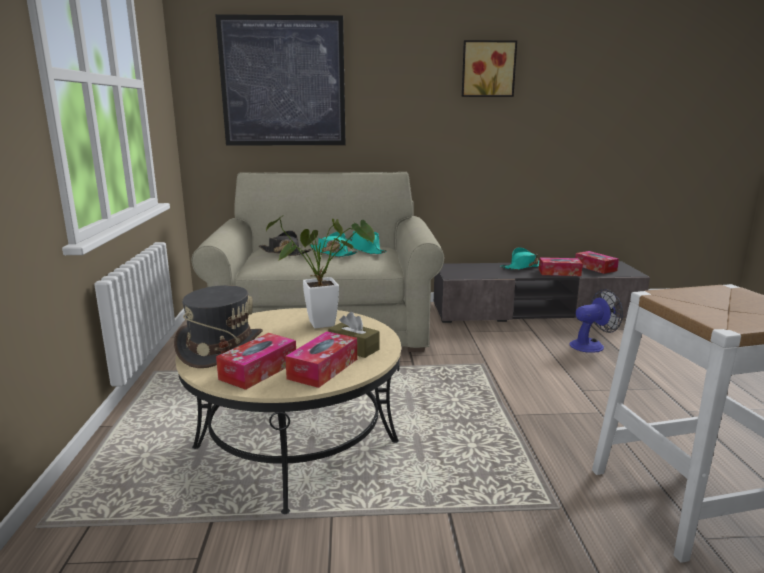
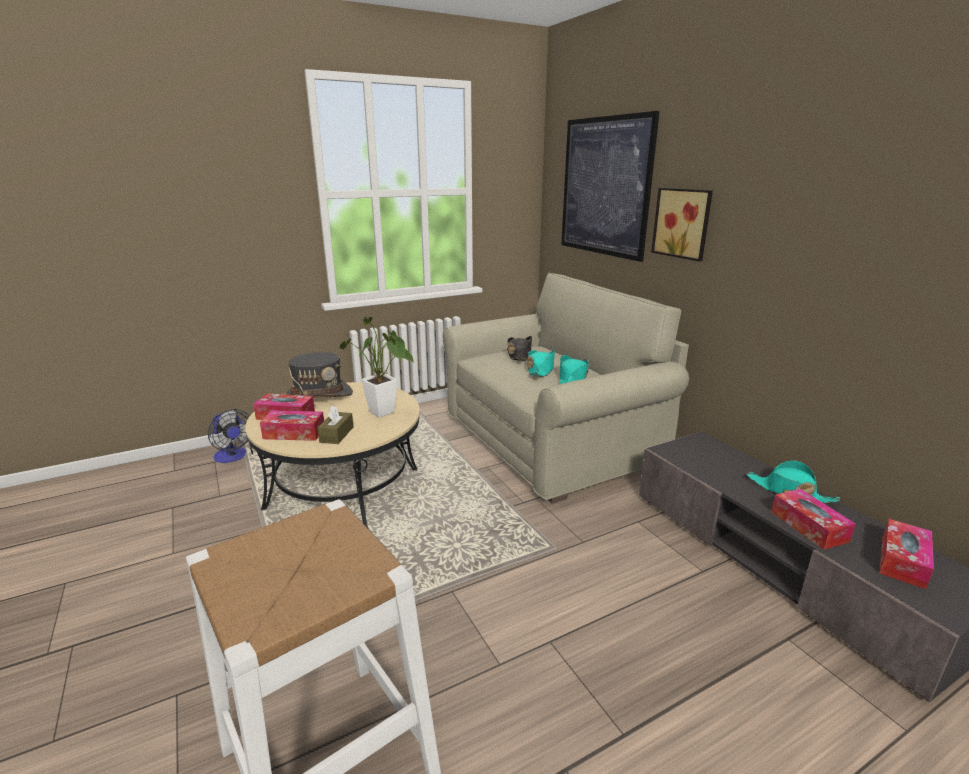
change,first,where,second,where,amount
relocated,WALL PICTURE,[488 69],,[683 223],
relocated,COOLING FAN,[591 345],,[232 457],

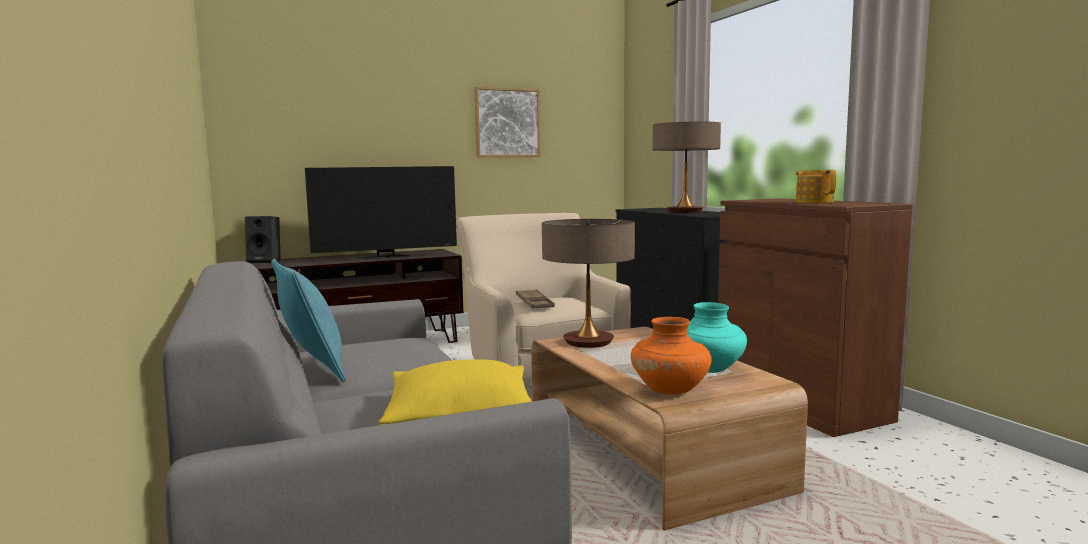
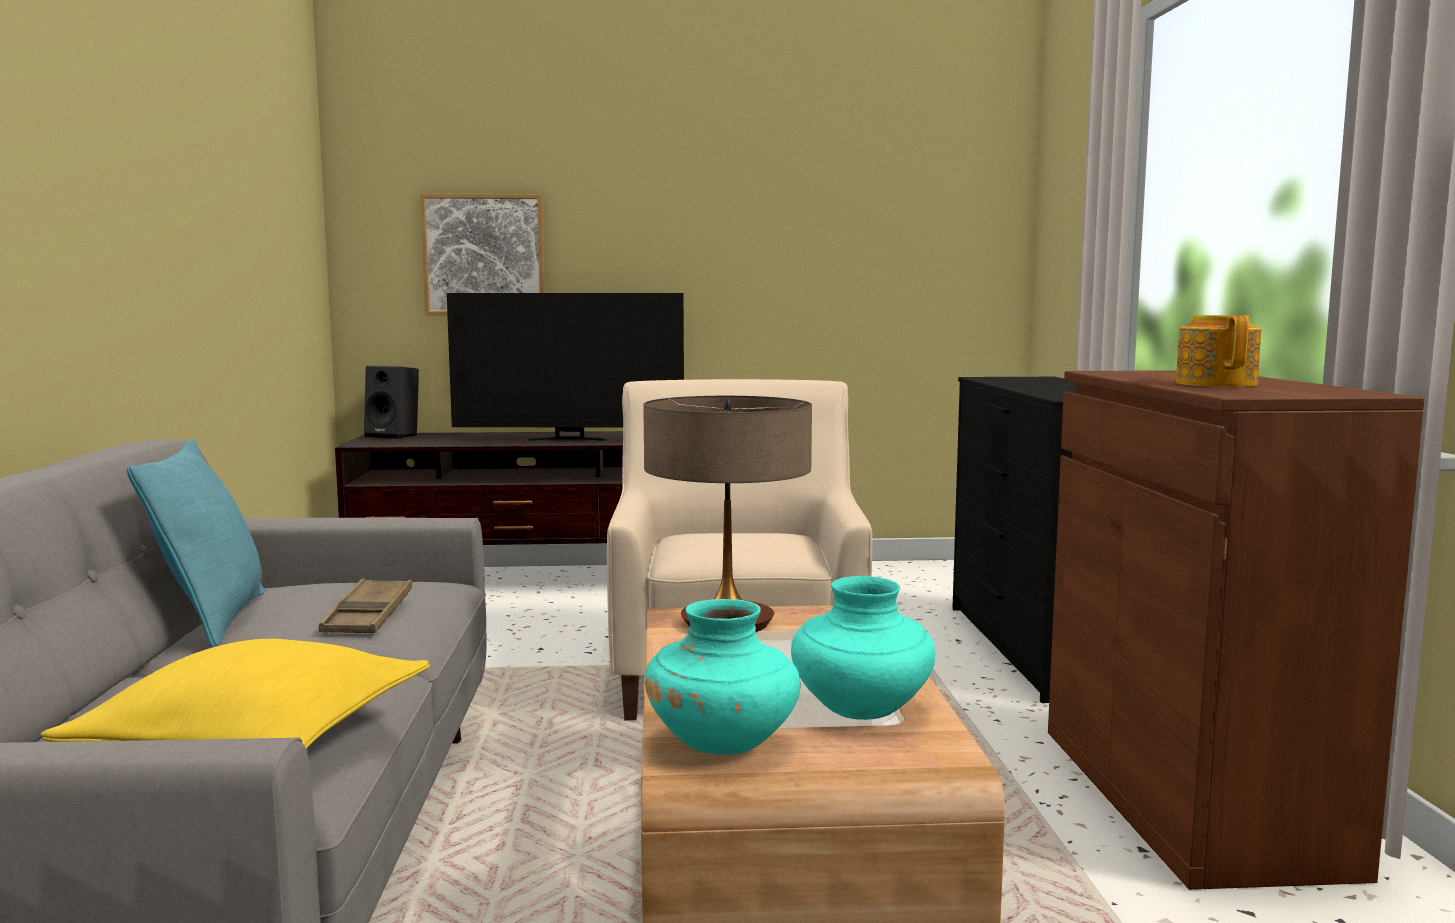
change,first,where,second,where,amount
relocated,WALL PICTURE,[507 123],,[484 255],
missing,LAMP FOR A TABLE,[685 211],,,
relocated,BROWN-COLOURED CARRYING TRAY,[534 303],,[368 616],
colour,ORANGE VASE,[670 390],TURQUOISE VASE,[723 744],

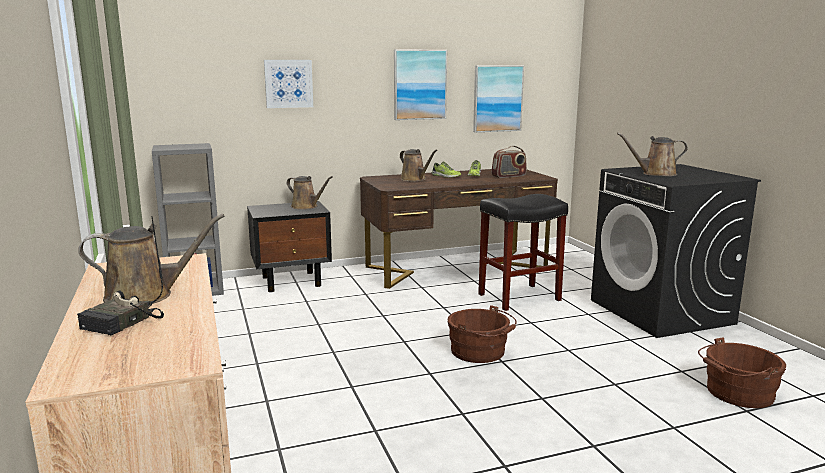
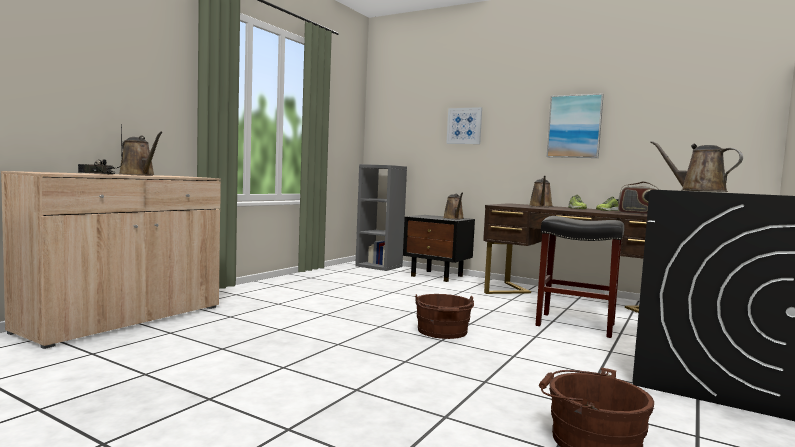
change,first,where,second,where,amount
missing,WALL PICTURE,[497 98],,,

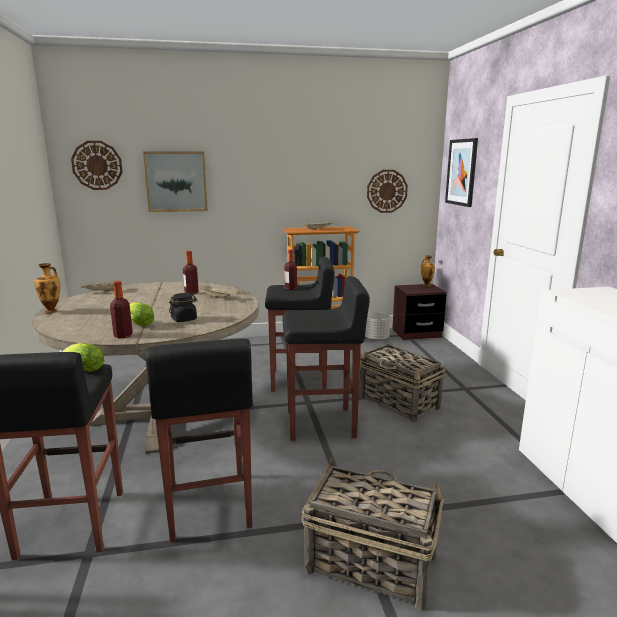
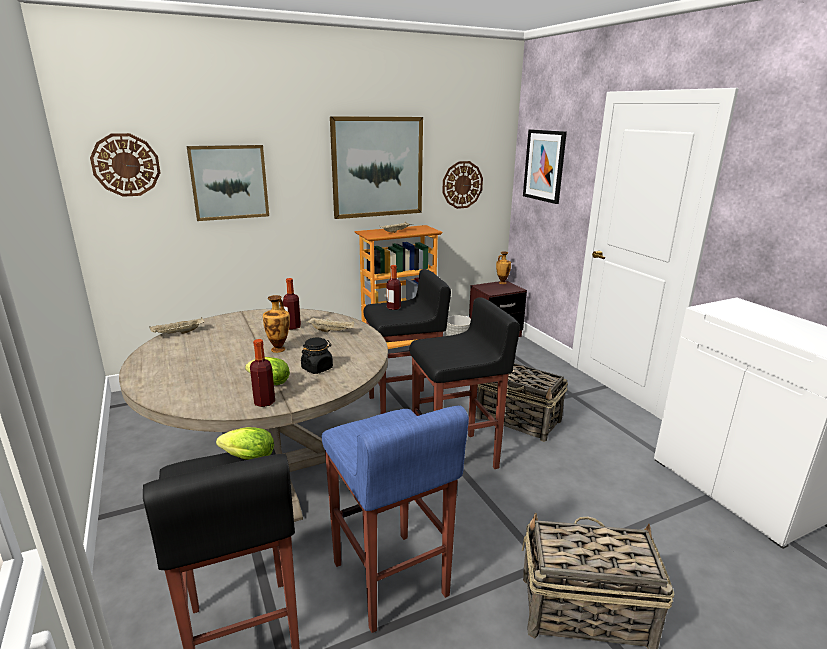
change,first,where,second,where,amount
relocated,VASE,[52 311],,[279 349],
colour,BLACK STOOL SEAT,[207 507],BLUE STOOL SEAT,[389 580],
appeared,,,WALL PICTURE,[377 167],

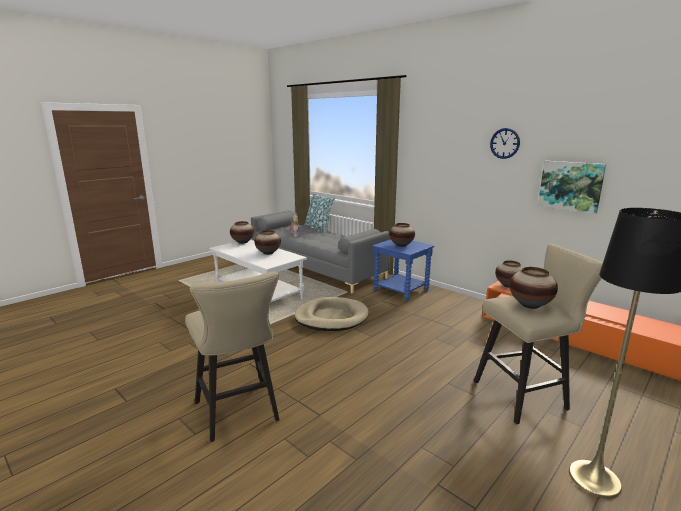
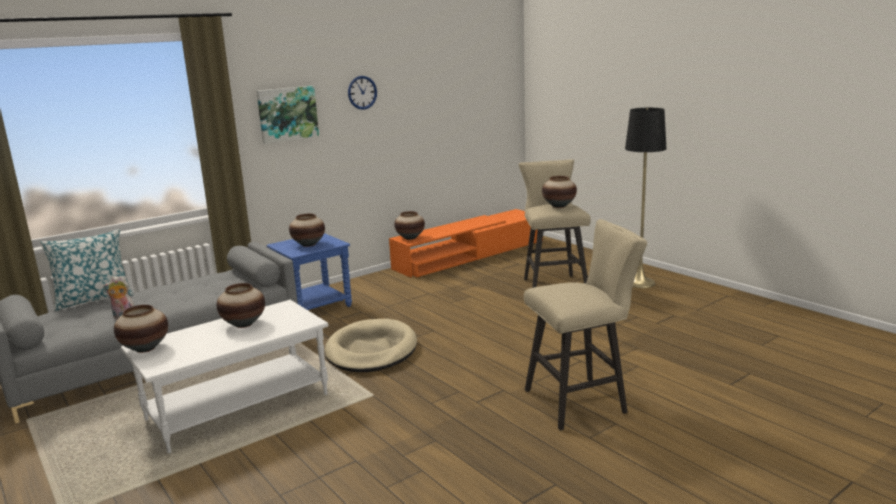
change,first,where,second,where,amount
relocated,WALL PICTURE,[570 186],,[287 114],

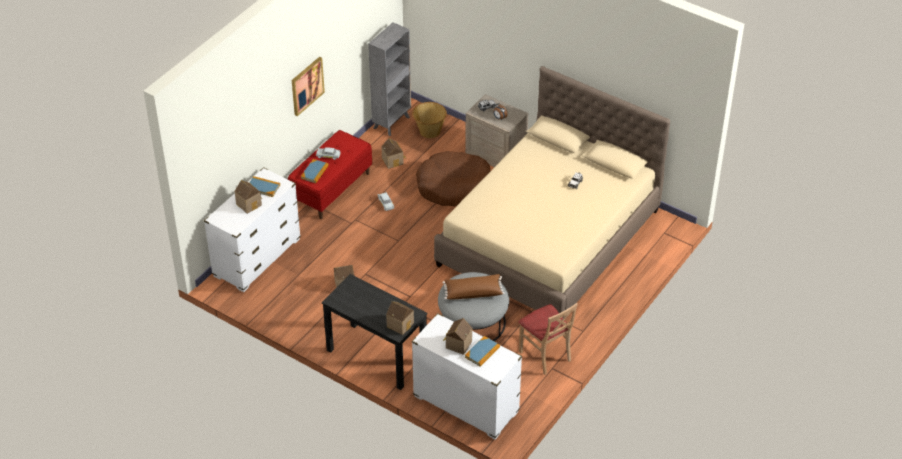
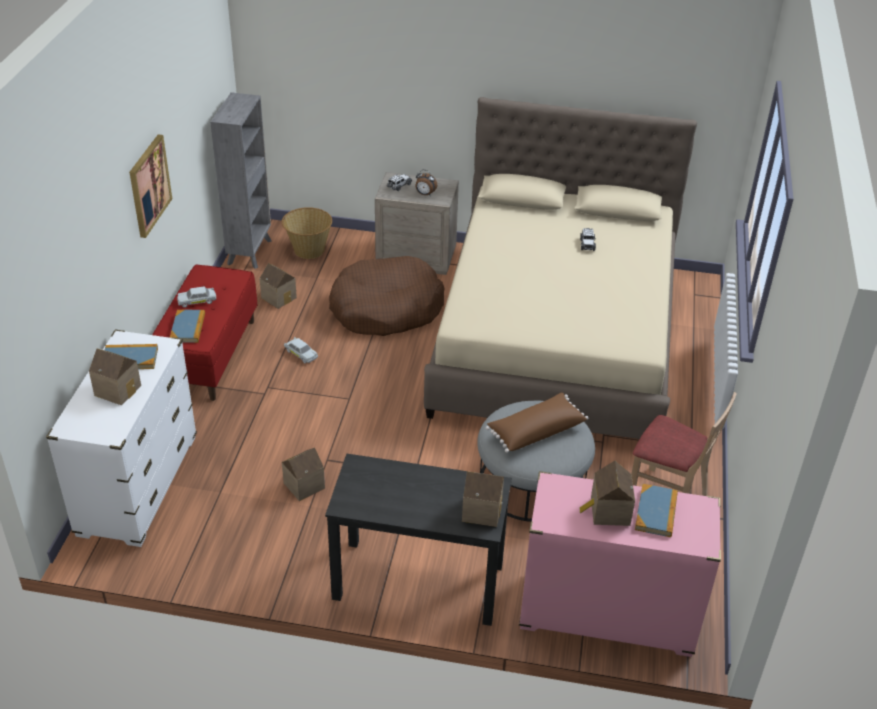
change,first,where,second,where,amount
colour,WHITISH DRESSER,[465 404],PINKISH DRESSER,[607 614],

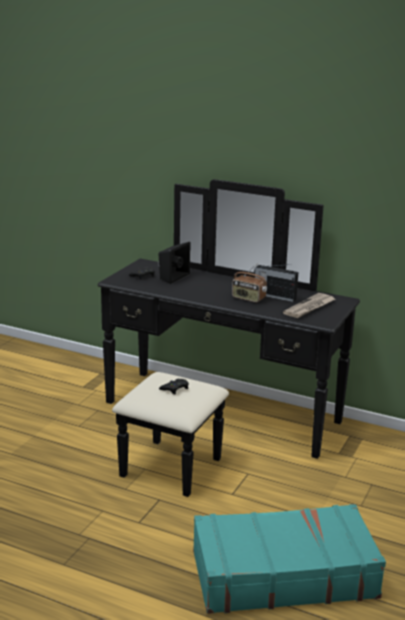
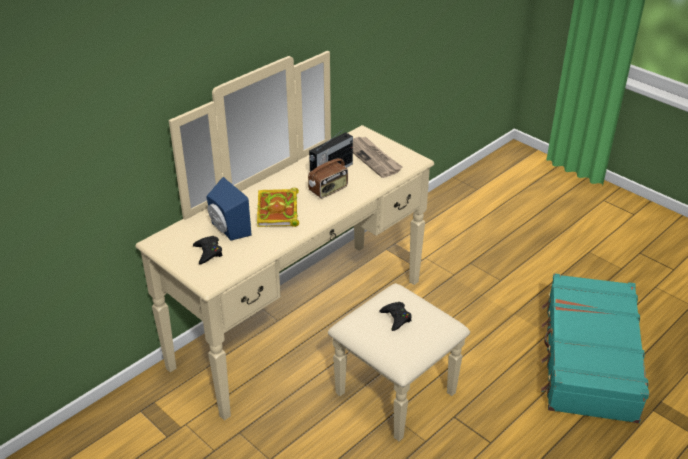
change,first,where,second,where,amount
colour,BLACK DRESSER,[212 424],BEIGE DRESSER,[321 337],
colour,BLACK AUDIO SPEAKER,[171 277],BLUE AUDIO SPEAKER,[227 230],
appeared,,,VOLUME,[278 211],

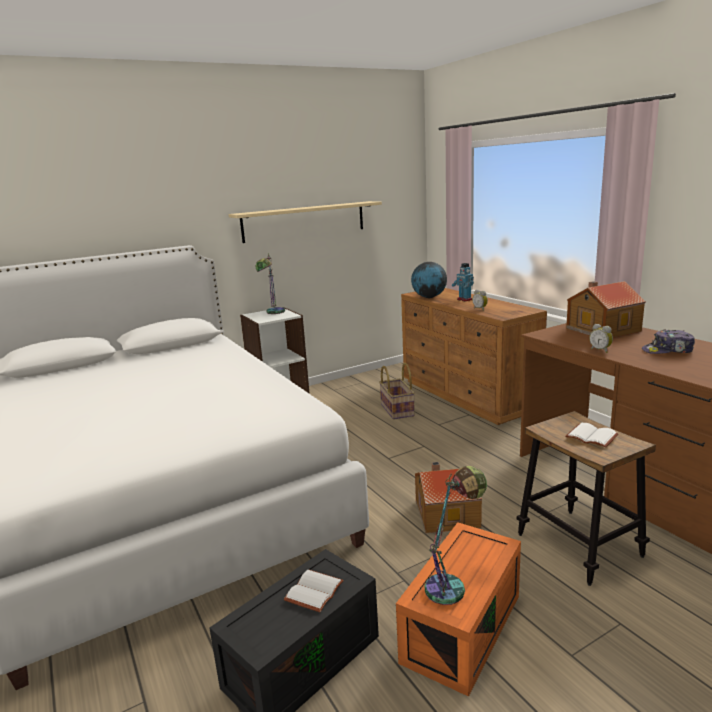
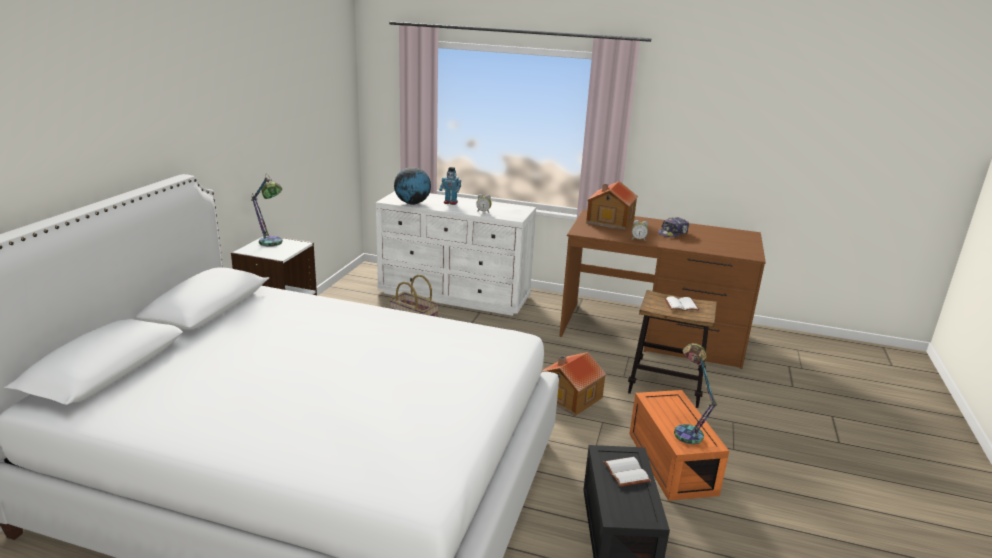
change,first,where,second,where,amount
missing,BEIGE SHELF,[304 221],,,
colour,BROWN-COLOURED DRESSER,[467 395],WHITISH DRESSER,[455 295],

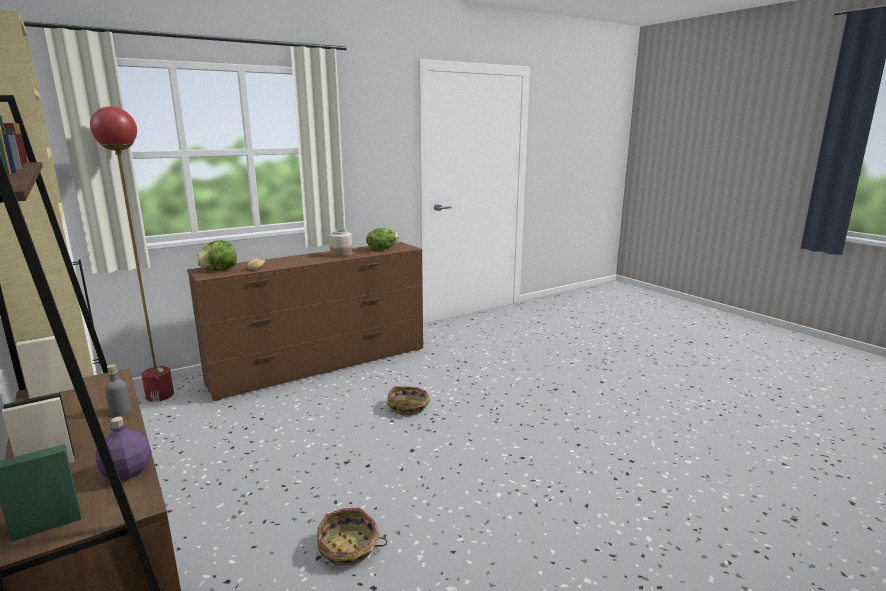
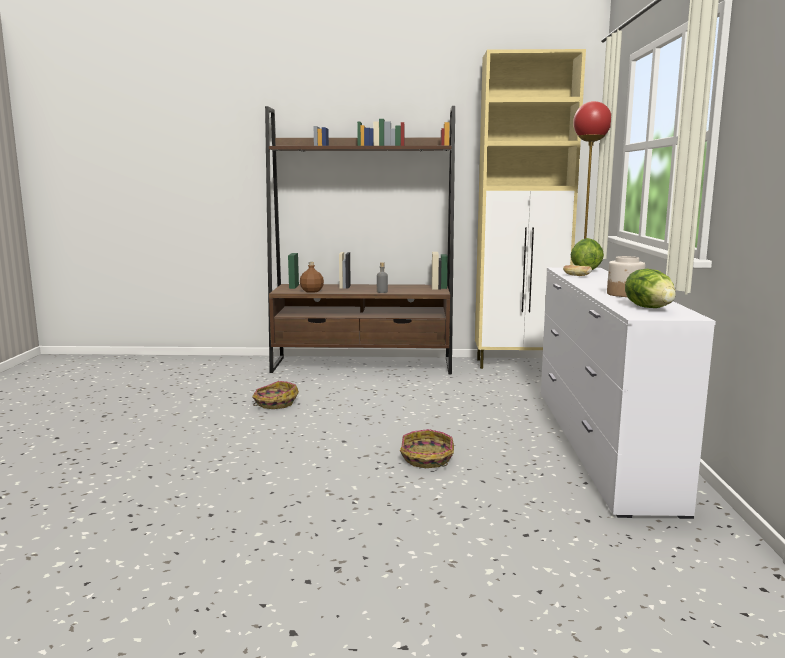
change,first,where,second,where,amount
colour,BROWN-COLOURED DRESSER,[321 365],WHITISH DRESSER,[599 443],
colour,PURPLE BOTTLE,[127 472],BROWN-COLOURED BOTTLE,[311 291],

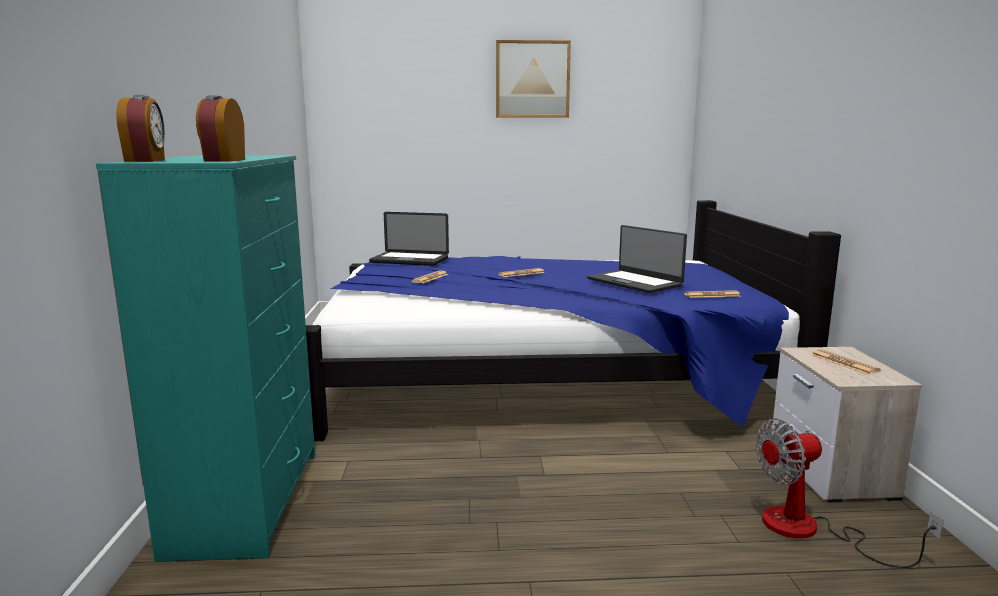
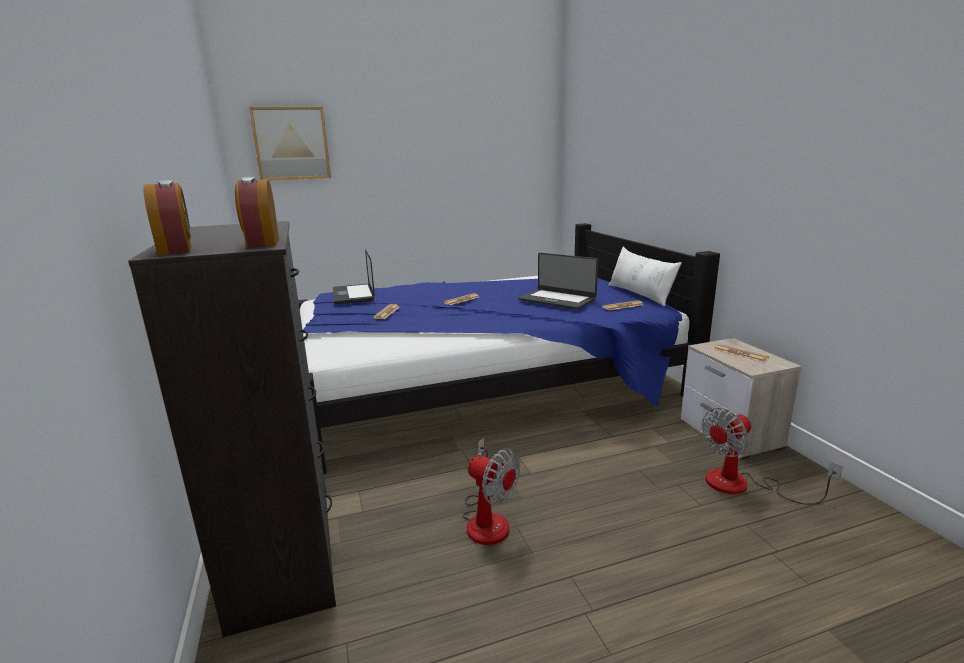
change,first,where,second,where,amount
relocated,WALL PICTURE,[532 79],,[291 143],
colour,TURQUOISE DRESSER,[248 500],BLACK DRESSER,[285 550],
spun,NOTEBOOK COMPUTER,[409 260],,[353 295],75 degrees clockwise
appeared,,,WHITISH CUSHION,[639 294],
appeared,,,COOLING FAN,[487 518],

